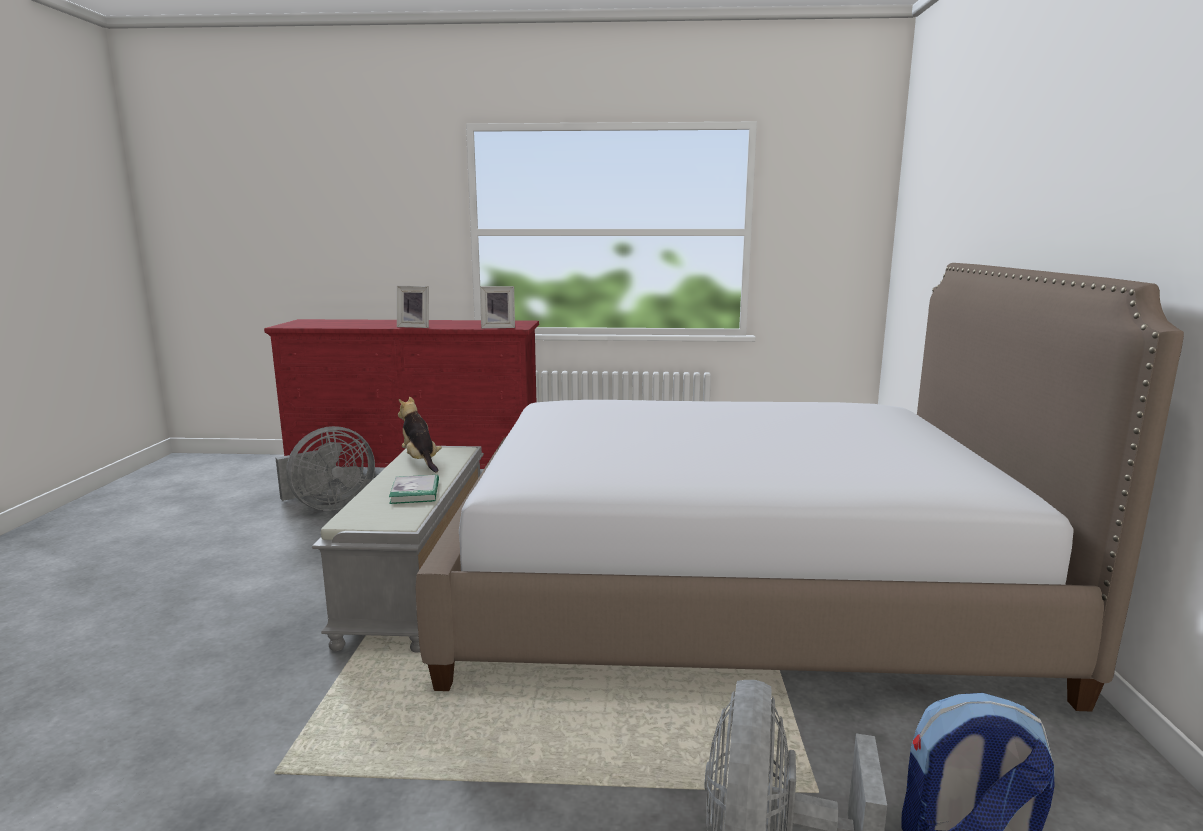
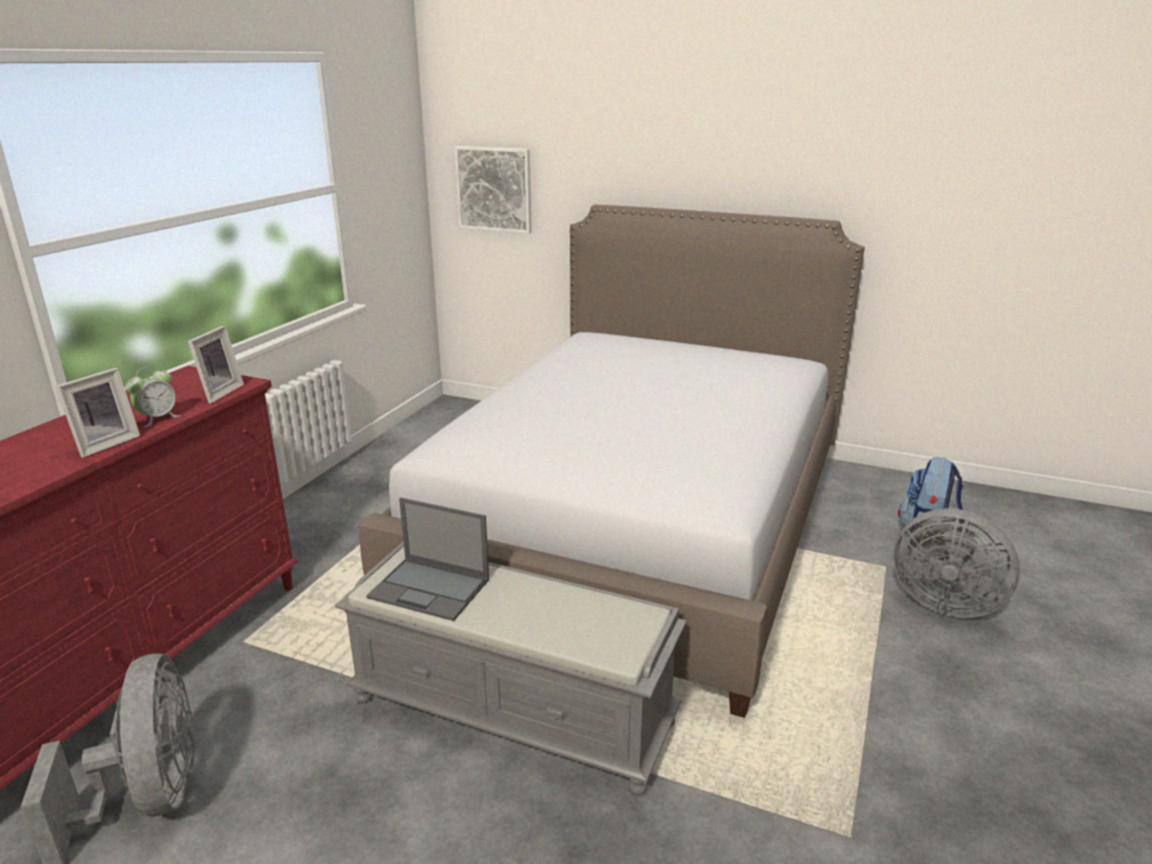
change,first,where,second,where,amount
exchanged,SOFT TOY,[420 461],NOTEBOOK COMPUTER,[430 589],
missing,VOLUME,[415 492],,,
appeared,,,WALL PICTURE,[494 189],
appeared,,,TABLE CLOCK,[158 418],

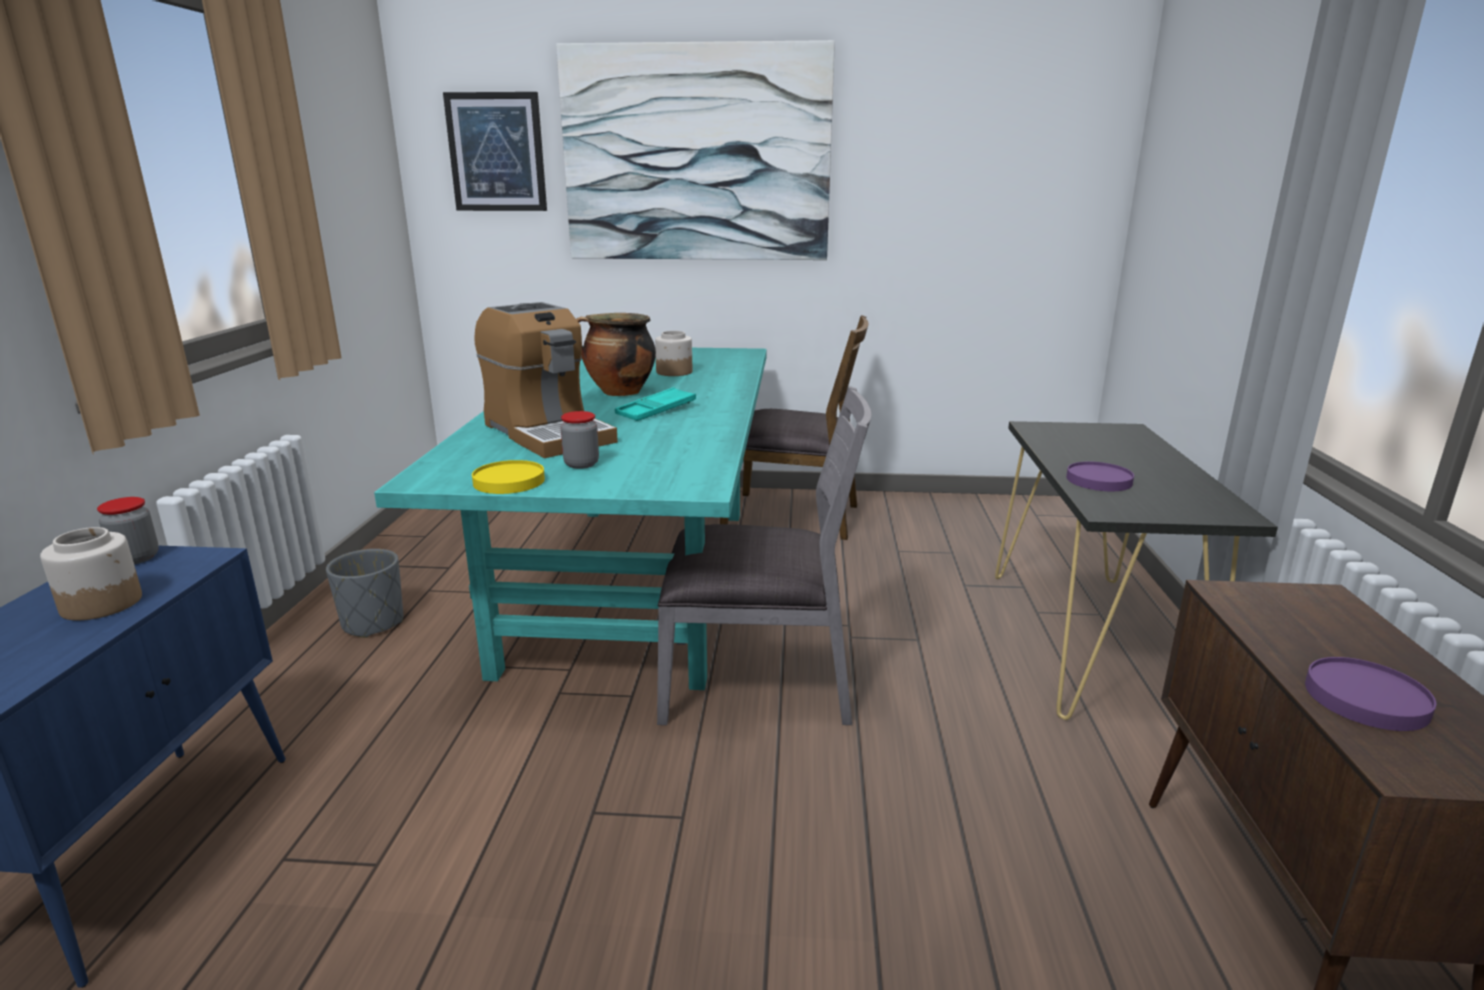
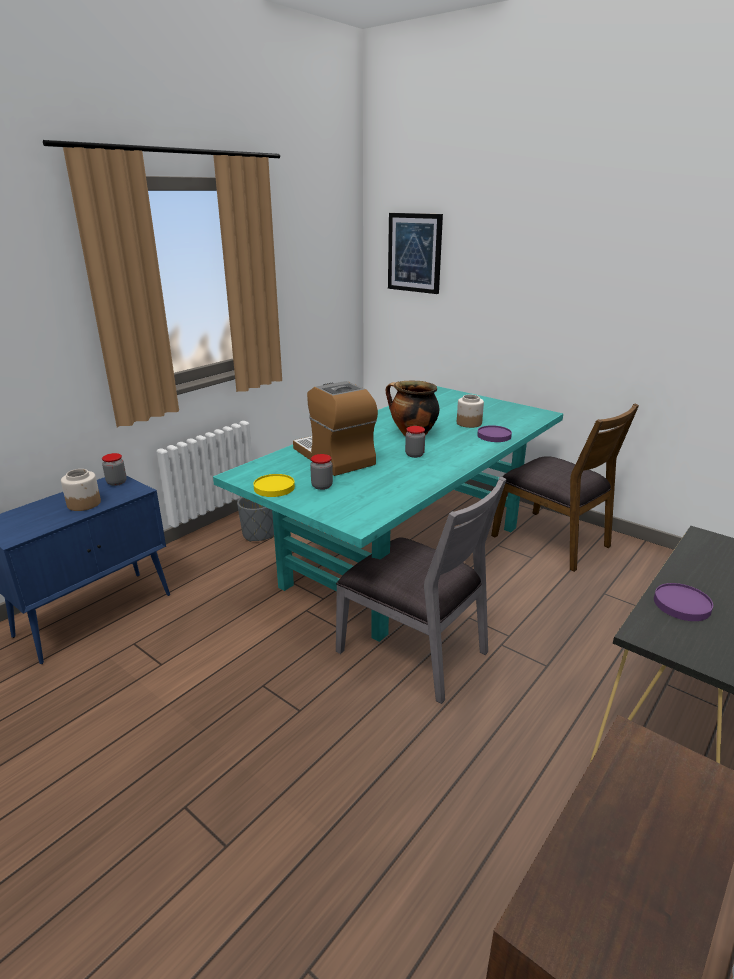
change,first,where,second,where,amount
missing,WALL PICTURE,[696 155],,,
spun,COFFEE BREWER,[547 433],,[334 457],150 degrees clockwise
exchanged,TURQUOISE CARRYING TRAY,[656 410],STORAGE JAR,[414 454],
relocated,PURPLE FLAT DISH,[1366 699],,[494 436],

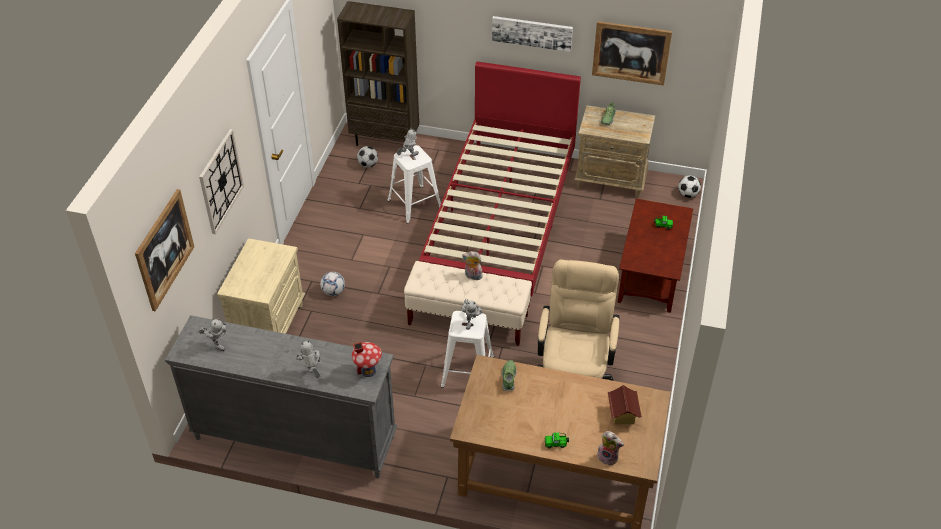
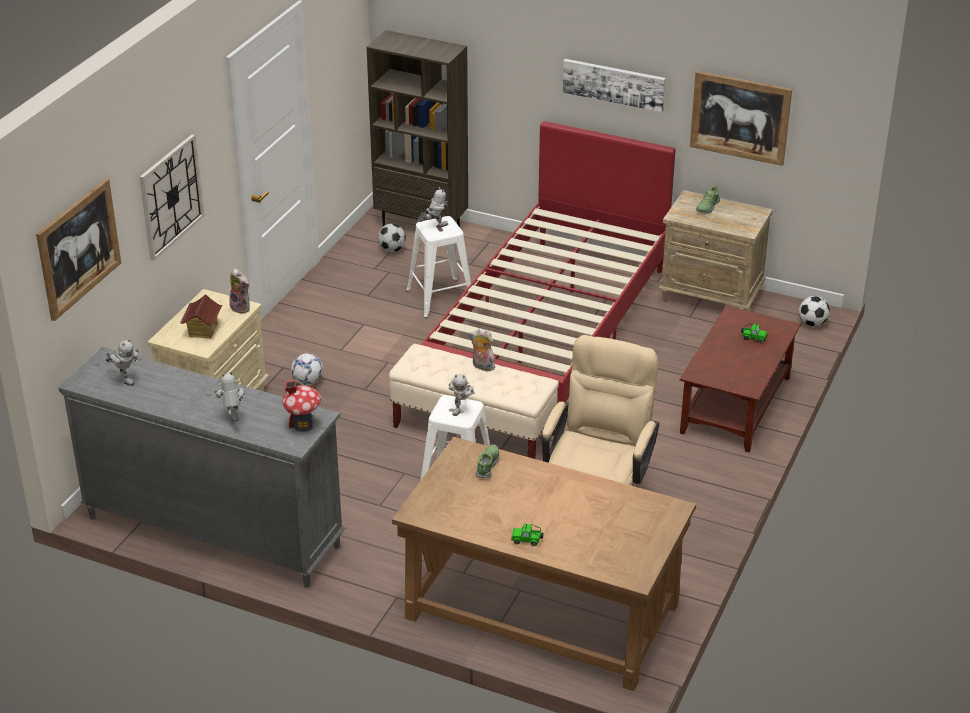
change,first,where,second,where,amount
relocated,MINIATURE HOUSE,[622 414],,[203 330],
relocated,SOFT TOY,[608 457],,[242 307],

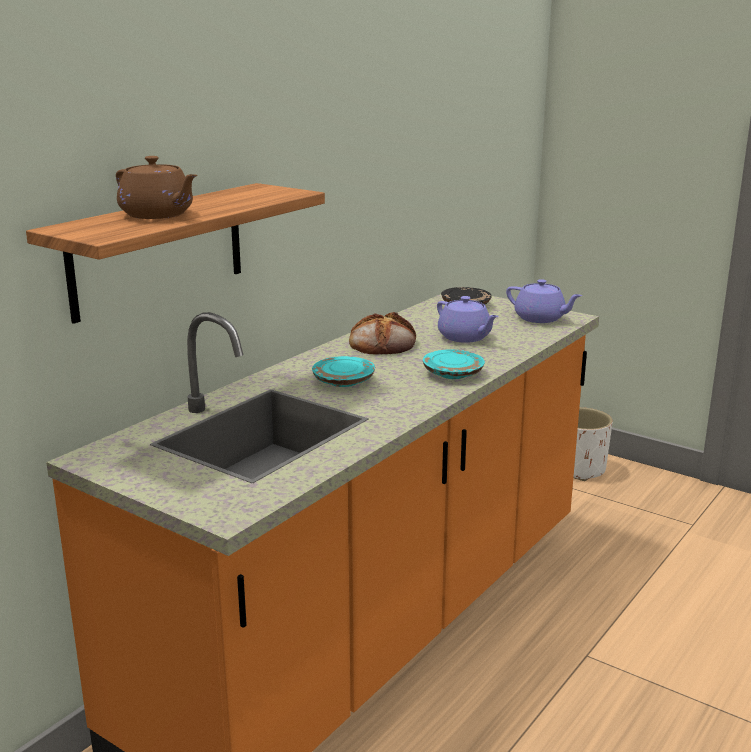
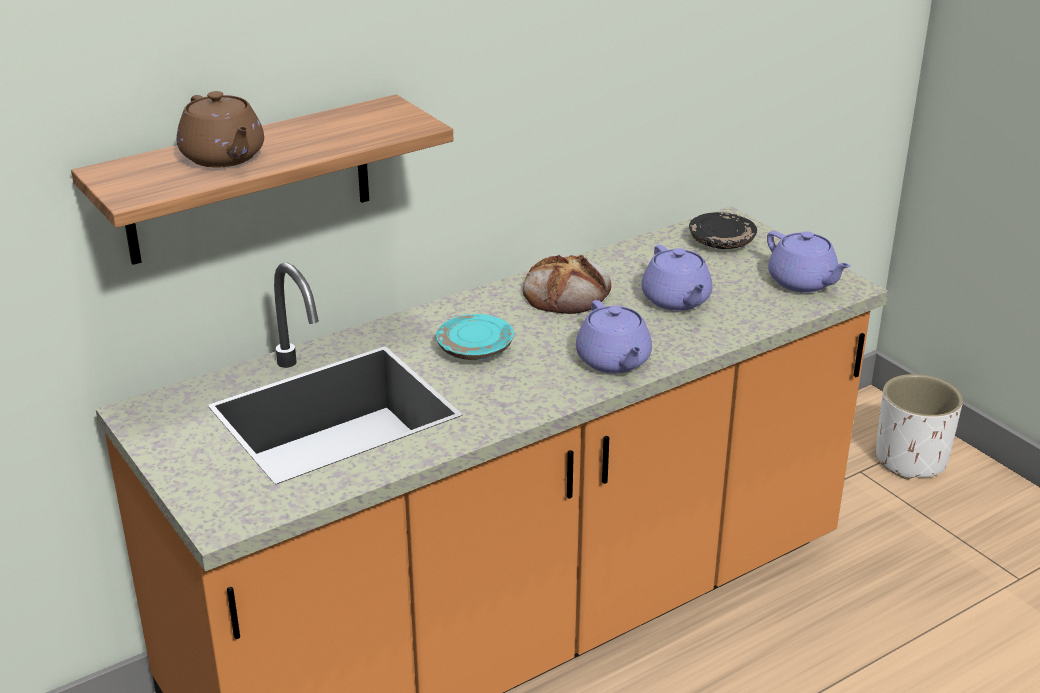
change,first,where,second,where,amount
exchanged,TURQUOISE FLAT DISH,[453 374],PURPLE TEA POT,[614 361],

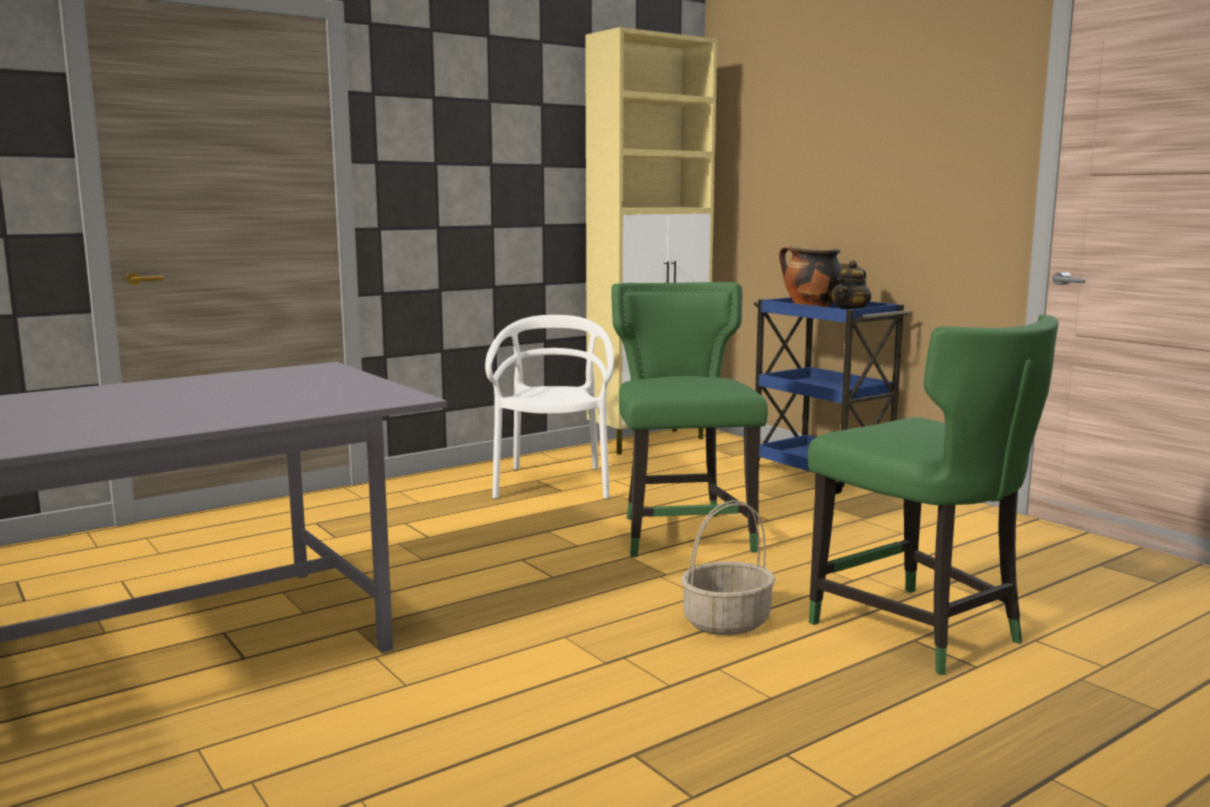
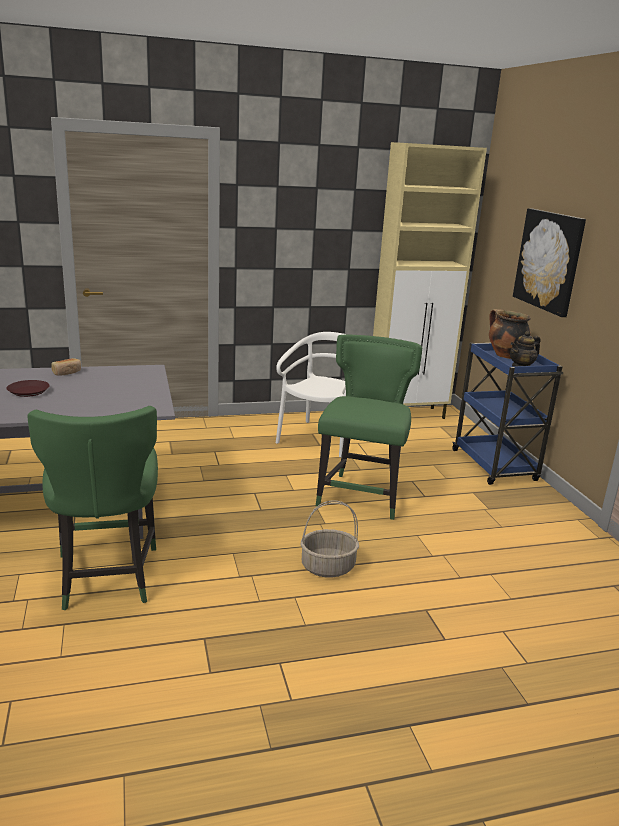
change,first,where,second,where,amount
relocated,GREENISH PLAIN CHAIR,[920 632],,[106 579],
appeared,,,WALL PICTURE,[549 261],
appeared,,,BAKED BREAD,[67 372],
appeared,,,BROWN-COLOURED FLAT DISH,[28 391],

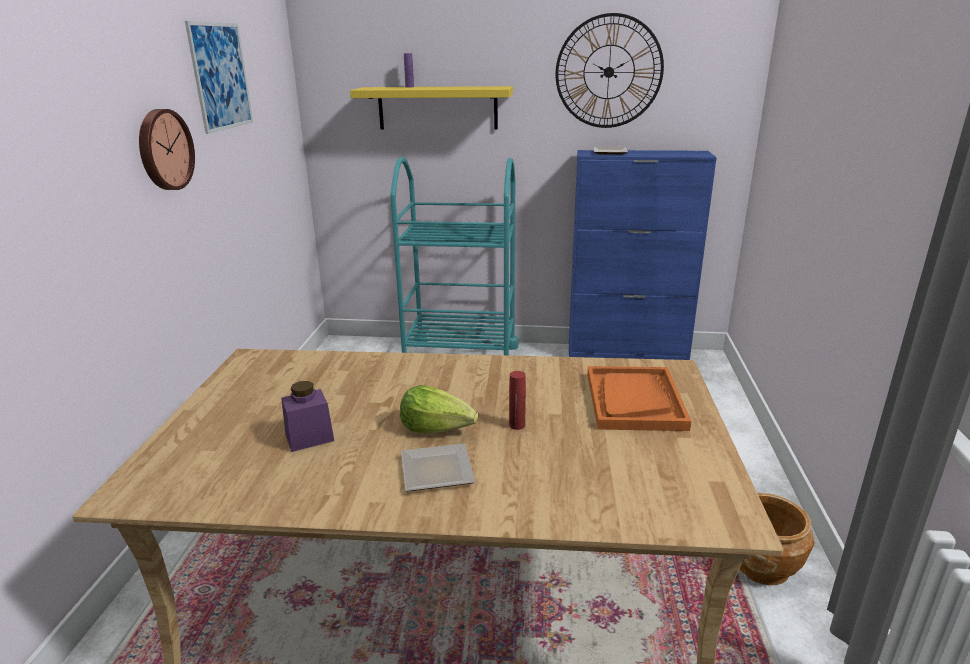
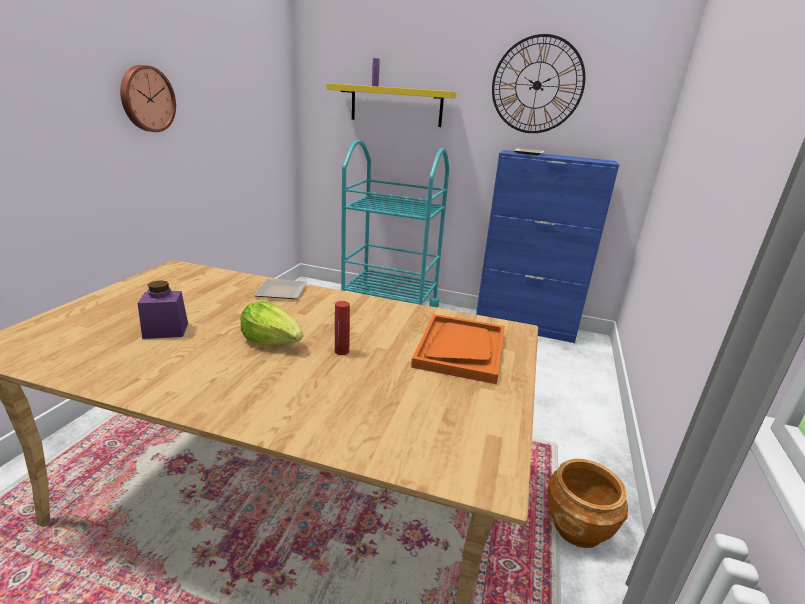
change,first,where,second,where,amount
missing,WALL PICTURE,[221 76],,,
relocated,FLAT DISH,[439 472],,[282 292],

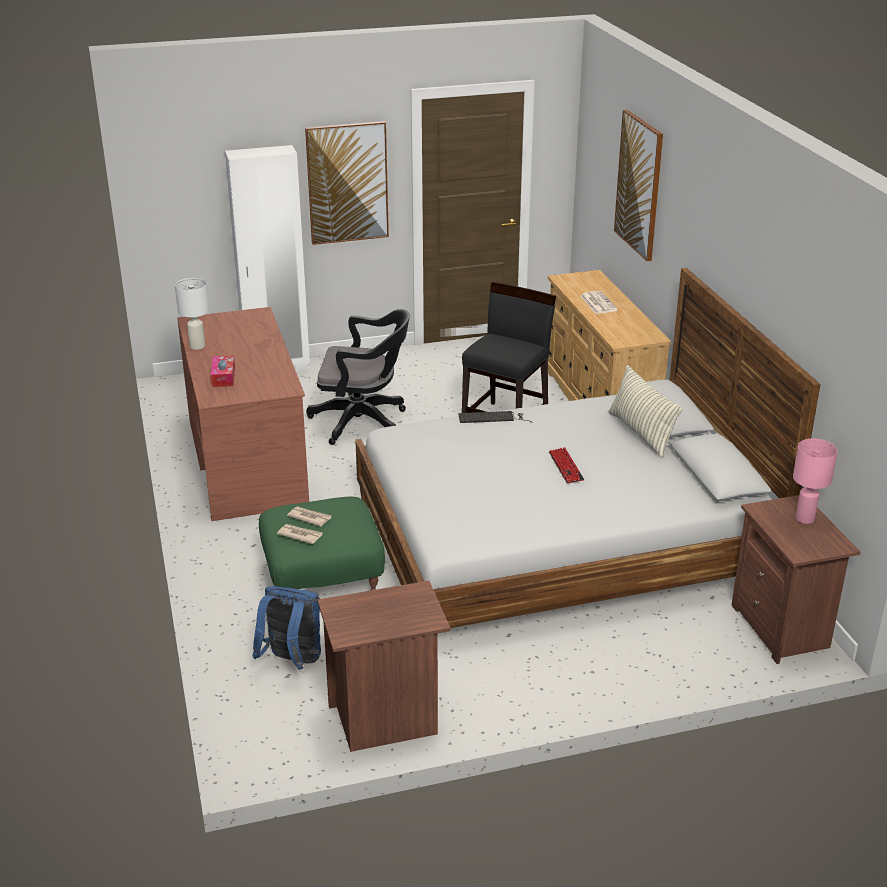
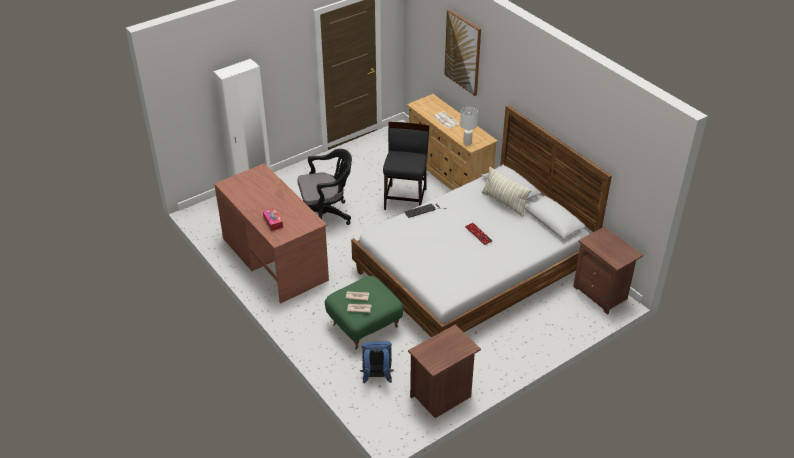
change,first,where,second,where,amount
missing,WALL PICTURE,[347 183],,,
relocated,WHITISH LAMP FOR A TABLE,[197 346],,[467 142],
missing,PINKISH LAMP FOR A TABLE,[805 518],,,

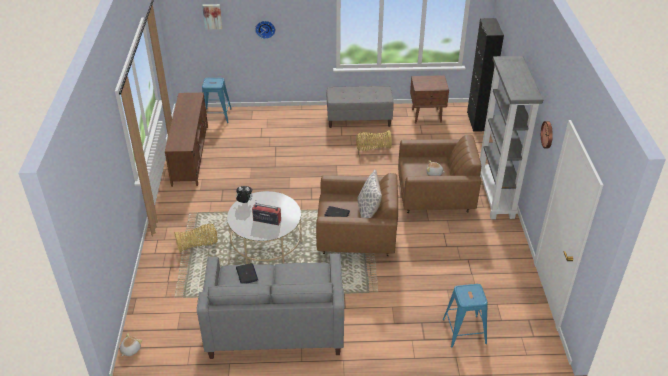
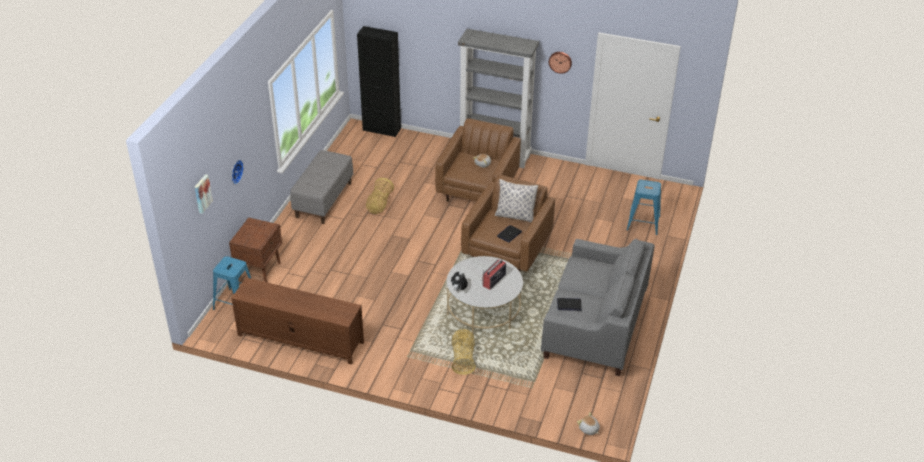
change,first,where,second,where,amount
relocated,BROWN-COLOURED NIGHT TABLE,[427 116],,[260 269],

